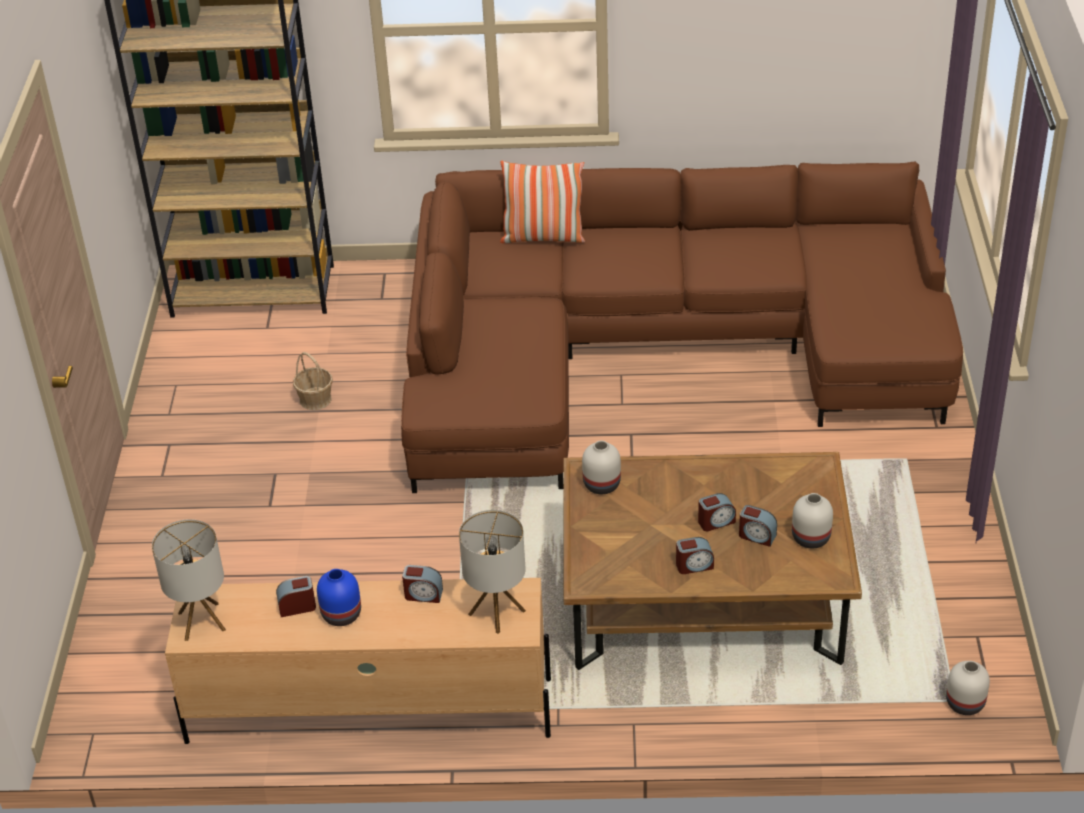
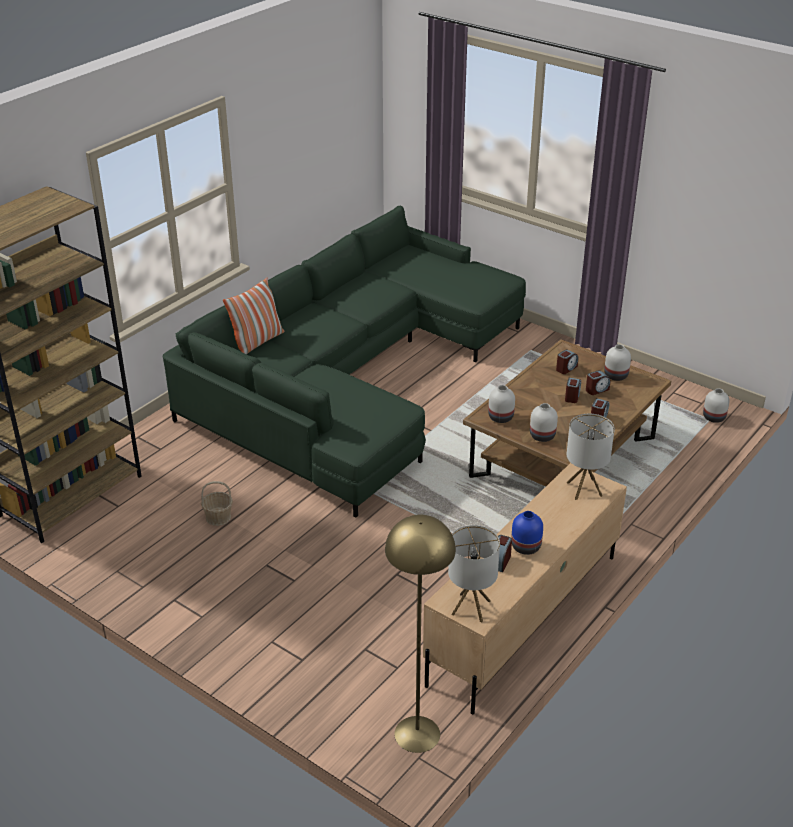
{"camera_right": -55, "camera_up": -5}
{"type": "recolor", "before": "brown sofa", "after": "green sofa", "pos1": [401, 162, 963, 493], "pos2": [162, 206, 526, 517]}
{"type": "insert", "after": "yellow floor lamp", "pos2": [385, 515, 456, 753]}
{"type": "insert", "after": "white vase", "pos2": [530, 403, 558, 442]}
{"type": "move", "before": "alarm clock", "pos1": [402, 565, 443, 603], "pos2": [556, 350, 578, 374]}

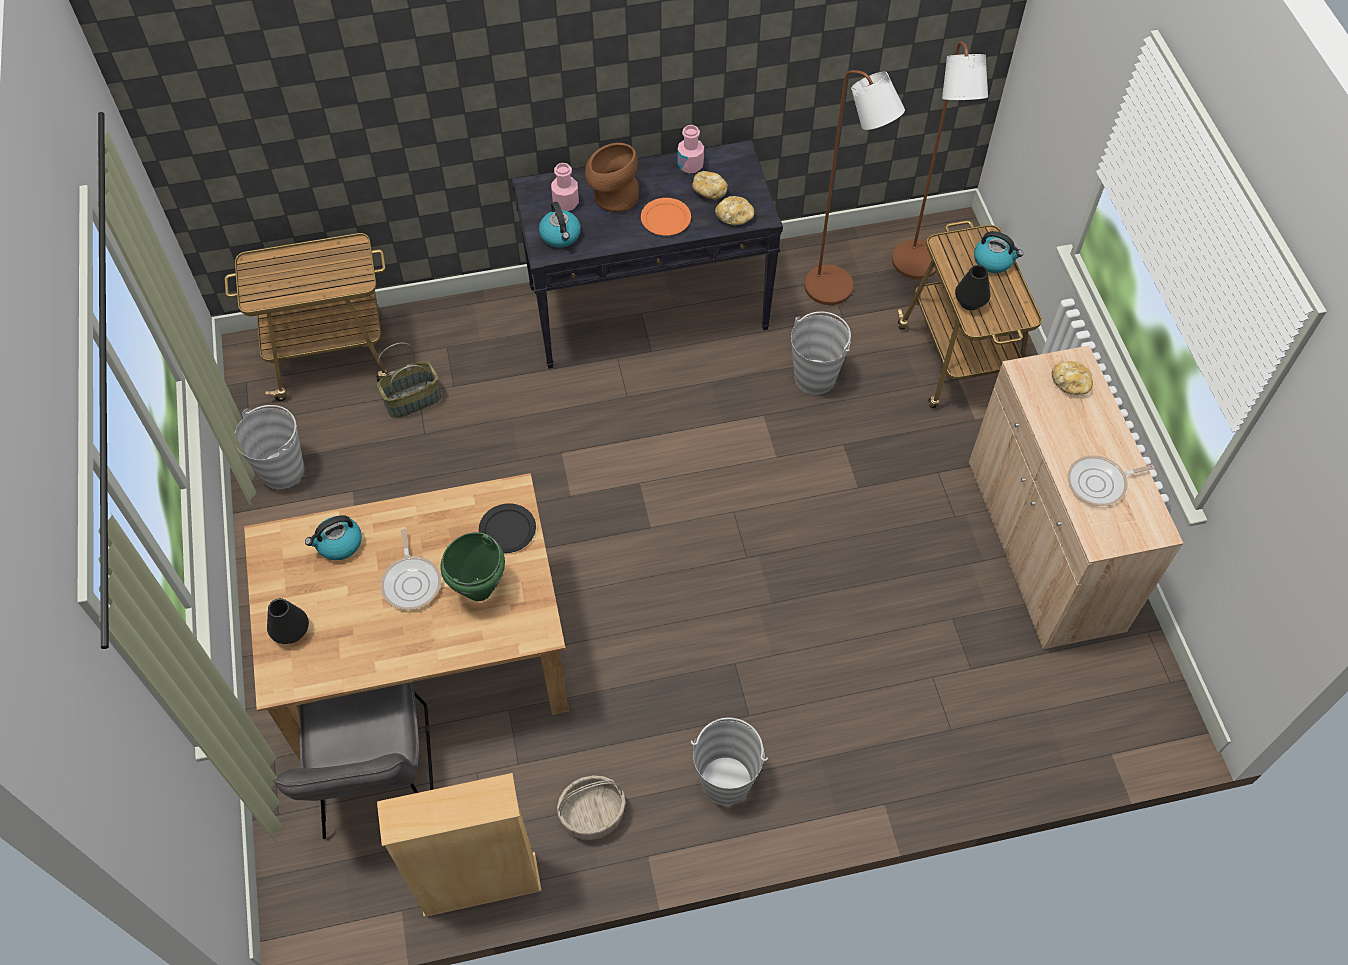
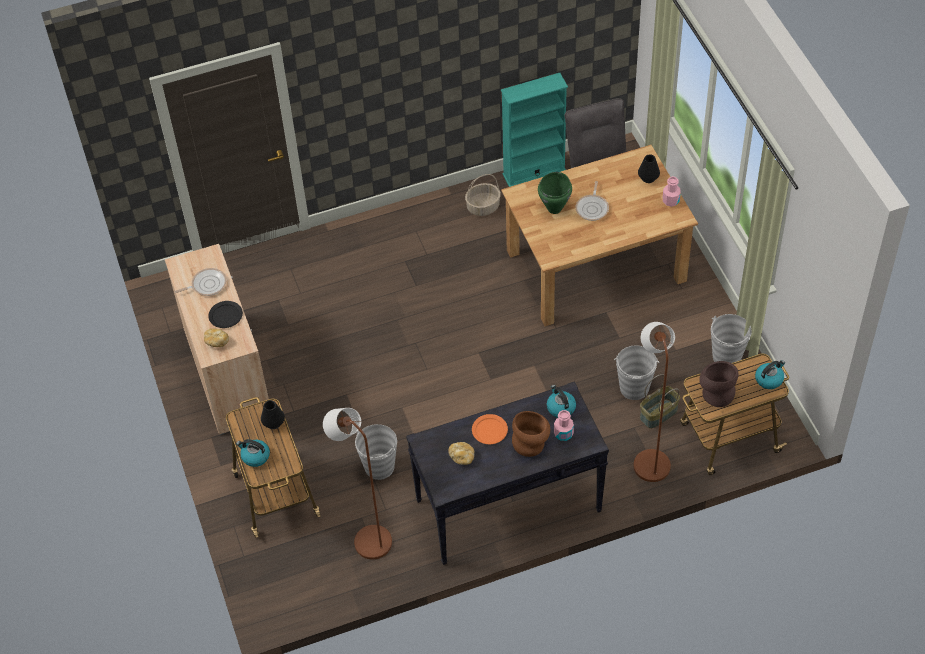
{"camera_right": 175, "camera_up": -5}
{"type": "move", "before": "black plate", "pos1": [479, 503, 536, 553], "pos2": [208, 301, 243, 328]}
{"type": "recolor", "before": "beige bookcase", "after": "turquoise bookcase", "pos1": [377, 773, 542, 917], "pos2": [501, 73, 568, 187]}
{"type": "rotate", "before": "frying pan", "pos1": [381, 529, 441, 610], "pos2": [576, 181, 609, 221], "turn": -150}
{"type": "move", "before": "grey bucket", "pos1": [691, 718, 768, 806], "pos2": [614, 345, 660, 400]}
{"type": "move", "before": "brown floor lamp", "pos1": [892, 41, 988, 279], "pos2": [634, 322, 675, 482]}
{"type": "move", "before": "pink bottle", "pos1": [677, 125, 704, 174], "pos2": [663, 176, 681, 207]}
{"type": "insert", "after": "brown vase", "pos2": [699, 361, 739, 407]}
{"type": "move", "before": "kettle", "pos1": [305, 515, 362, 560], "pos2": [755, 360, 785, 389]}
{"type": "delete", "before": "bread", "pos1": [715, 196, 754, 225]}

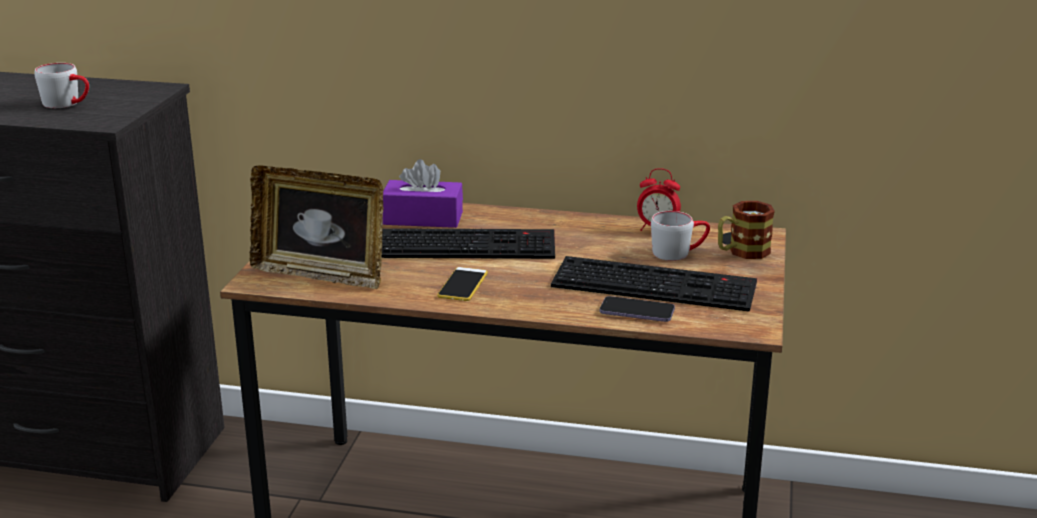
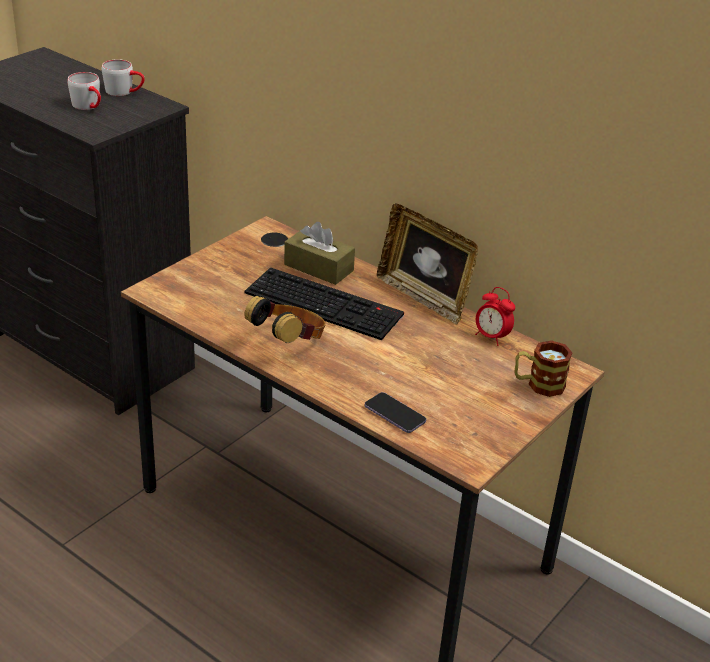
{"camera_right": 25, "camera_up": 10}
{"type": "move", "before": "grey mug", "pos1": [651, 211, 710, 261], "pos2": [102, 59, 145, 96]}
{"type": "replace", "before": "phone", "after": "headphones", "pos1": [437, 267, 488, 301], "pos2": [244, 295, 326, 343]}
{"type": "recolor", "before": "purple tissue box", "after": "brown tissue box", "pos1": [383, 159, 463, 228], "pos2": [284, 222, 355, 285]}
{"type": "move", "before": "picture frame", "pos1": [250, 165, 383, 289], "pos2": [377, 204, 478, 325]}
{"type": "delete", "before": "keyboard", "pos1": [551, 256, 757, 312]}

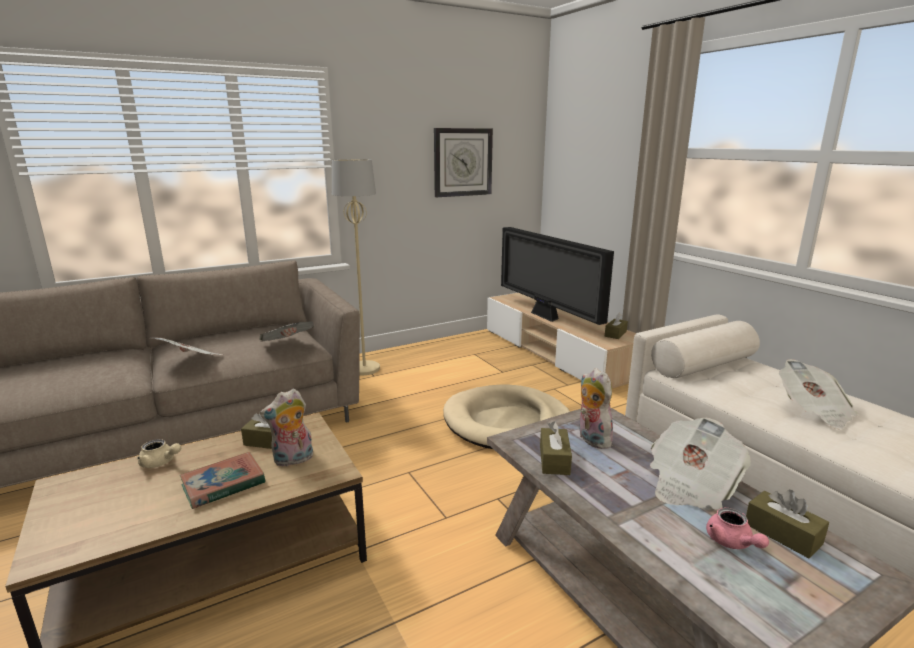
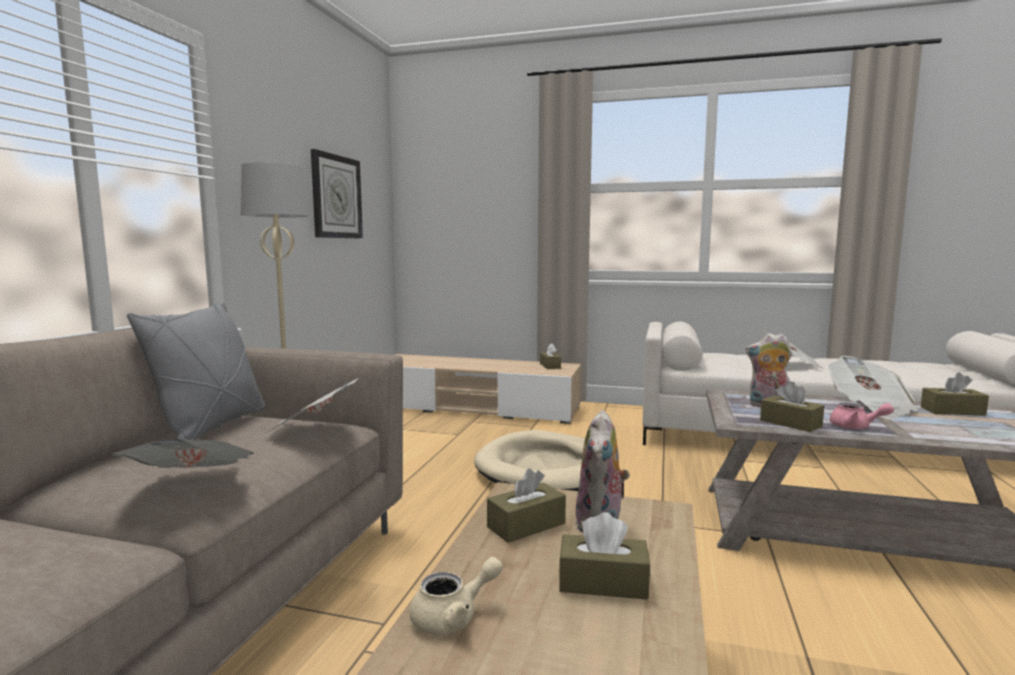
{"camera_right": -45, "camera_up": -10}
{"type": "insert", "after": "grey pillow", "pos2": [127, 303, 265, 440]}
{"type": "replace", "before": "book", "after": "brown tissue box", "pos1": [180, 452, 265, 509], "pos2": [559, 512, 650, 600]}
{"type": "move", "before": "pink teapot", "pos1": [706, 508, 769, 549], "pos2": [830, 403, 894, 429]}
{"type": "delete", "before": "television", "pos1": [501, 227, 614, 325]}

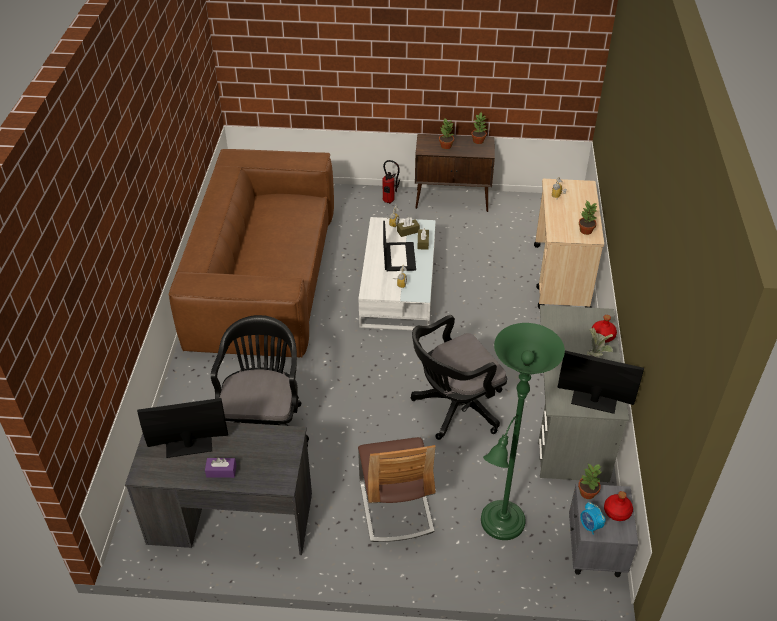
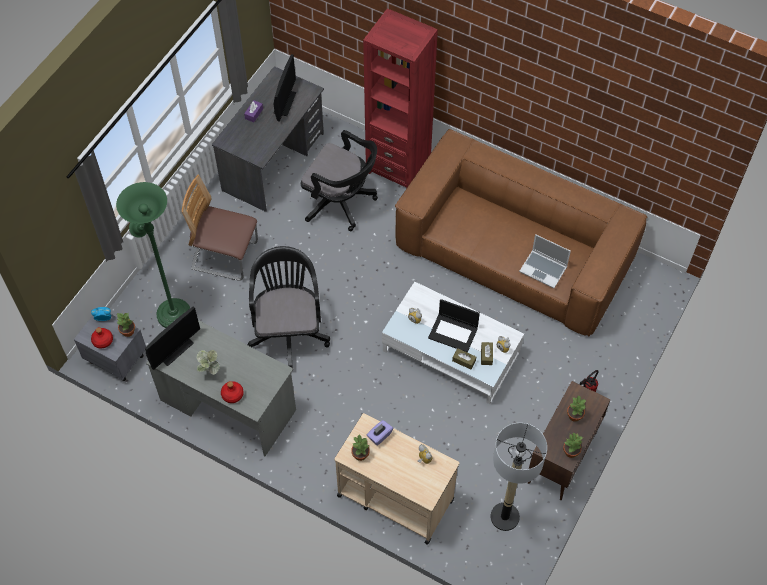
{"camera_right": 115, "camera_up": 15}
{"type": "insert", "after": "red bookcase", "pos2": [363, 8, 438, 189]}
{"type": "insert", "after": "purple tissue box", "pos2": [367, 420, 393, 446]}
{"type": "insert", "after": "floor lamp", "pos2": [491, 423, 547, 531]}
{"type": "insert", "after": "laptop", "pos2": [519, 234, 571, 288]}

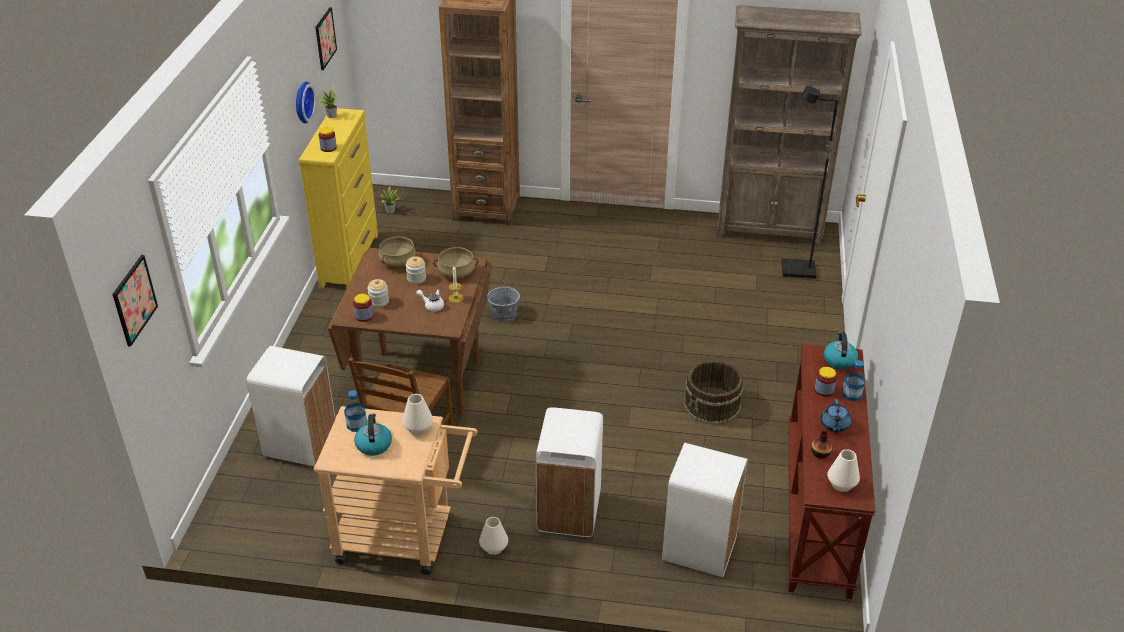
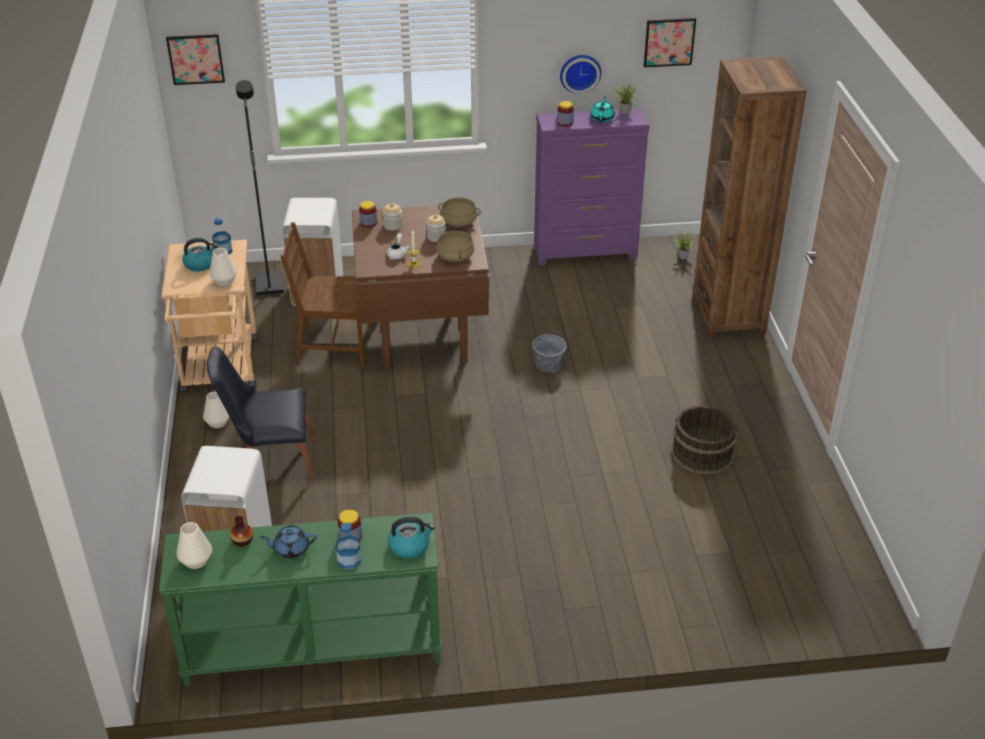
{"camera_right": 75, "camera_up": 0}
{"type": "recolor", "before": "brown console table", "after": "green console table", "pos1": [788, 344, 875, 599], "pos2": [159, 513, 442, 687]}
{"type": "replace", "before": "white trash can", "after": "black chair", "pos1": [536, 407, 603, 537], "pos2": [207, 346, 315, 481]}
{"type": "move", "before": "black floor lamp", "pos1": [781, 86, 839, 279], "pos2": [236, 80, 284, 296]}
{"type": "recolor", "before": "yellow dresser", "after": "purple dresser", "pos1": [299, 108, 378, 288], "pos2": [534, 108, 649, 265]}
{"type": "insert", "after": "turquoise teapot", "pos2": [590, 96, 615, 122]}
{"type": "move", "before": "brown bucket", "pos1": [684, 360, 743, 425], "pos2": [671, 405, 737, 475]}
{"type": "delete", "before": "brown bookcase", "pos1": [717, 5, 862, 246]}

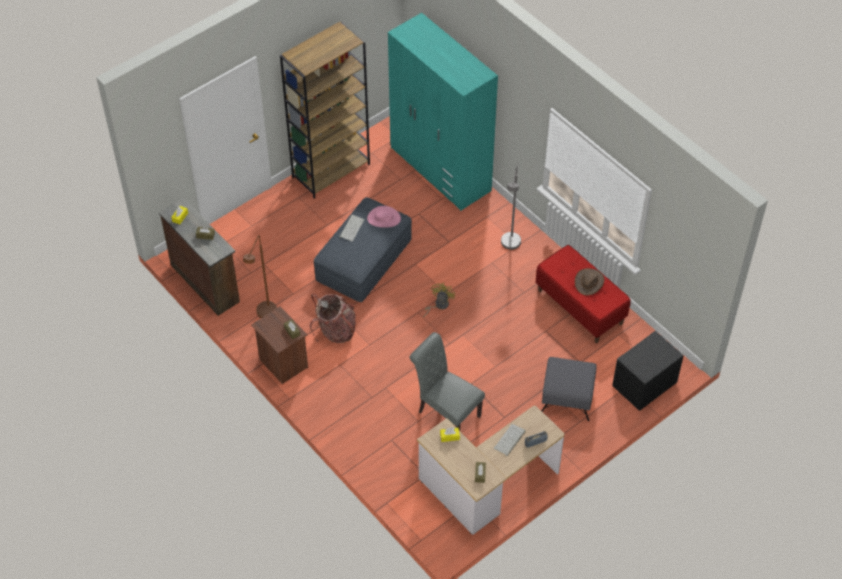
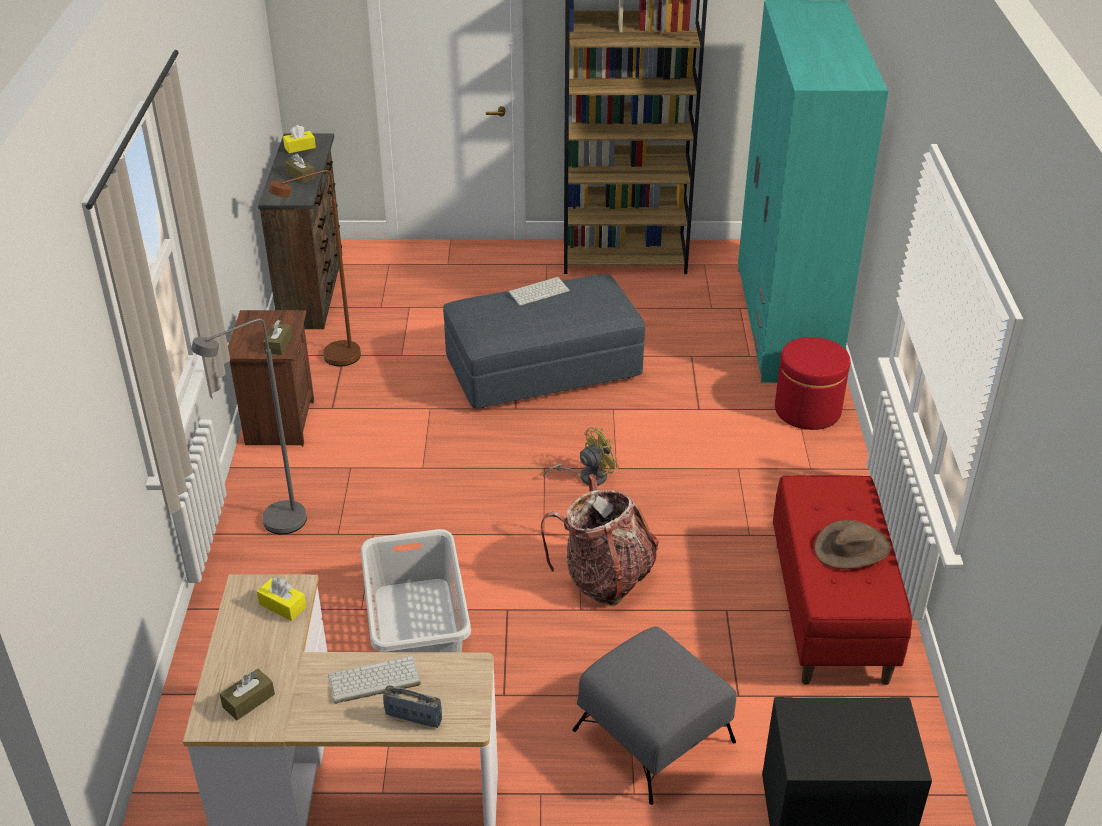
{"camera_right": 40, "camera_up": -15}
{"type": "move", "before": "grey floor lamp", "pos1": [501, 164, 521, 250], "pos2": [191, 319, 307, 535]}
{"type": "replace", "before": "grey chair", "after": "grey laundry basket", "pos1": [409, 332, 485, 431], "pos2": [361, 529, 471, 652]}
{"type": "move", "before": "backpack", "pos1": [310, 293, 356, 343], "pos2": [541, 474, 659, 605]}
{"type": "insert", "after": "red ottoman", "pos2": [775, 337, 850, 430]}
{"type": "delete", "before": "pink hat", "pos1": [367, 206, 401, 228]}

